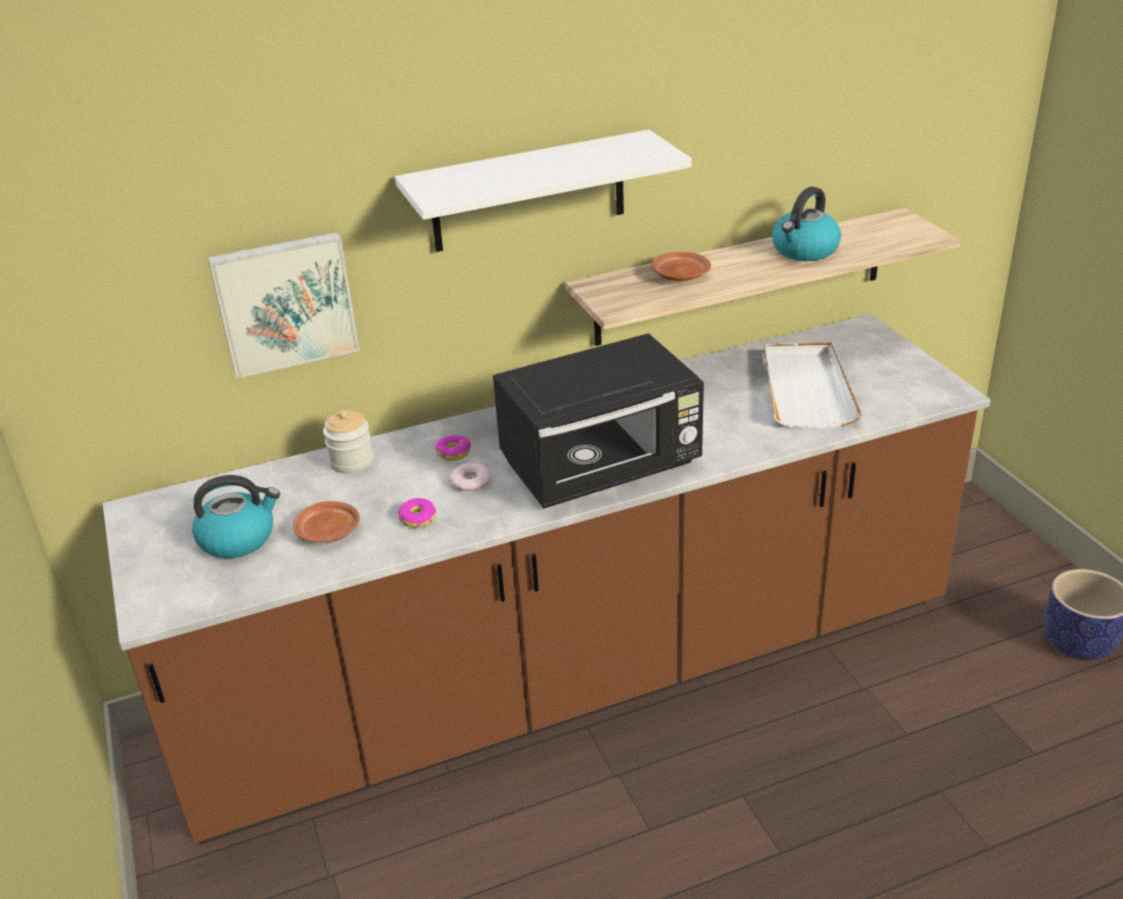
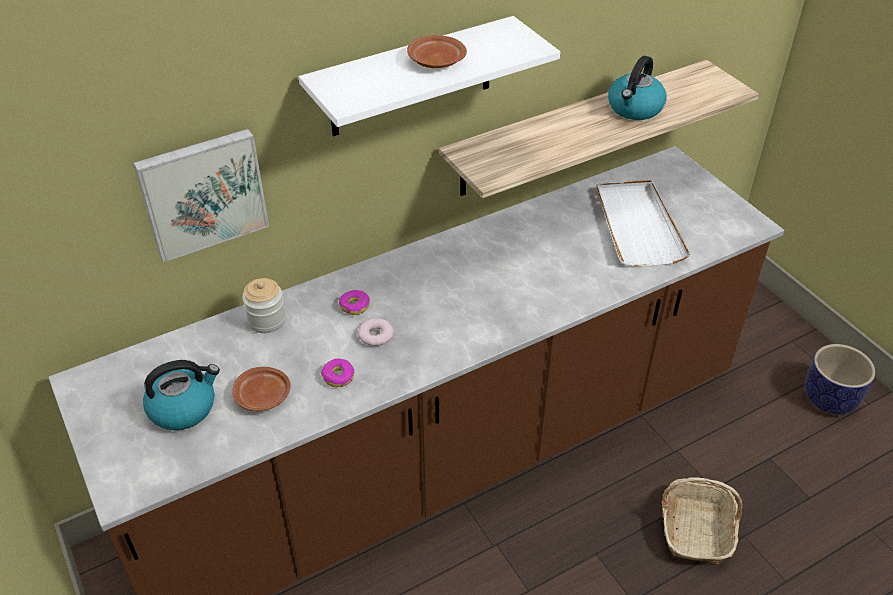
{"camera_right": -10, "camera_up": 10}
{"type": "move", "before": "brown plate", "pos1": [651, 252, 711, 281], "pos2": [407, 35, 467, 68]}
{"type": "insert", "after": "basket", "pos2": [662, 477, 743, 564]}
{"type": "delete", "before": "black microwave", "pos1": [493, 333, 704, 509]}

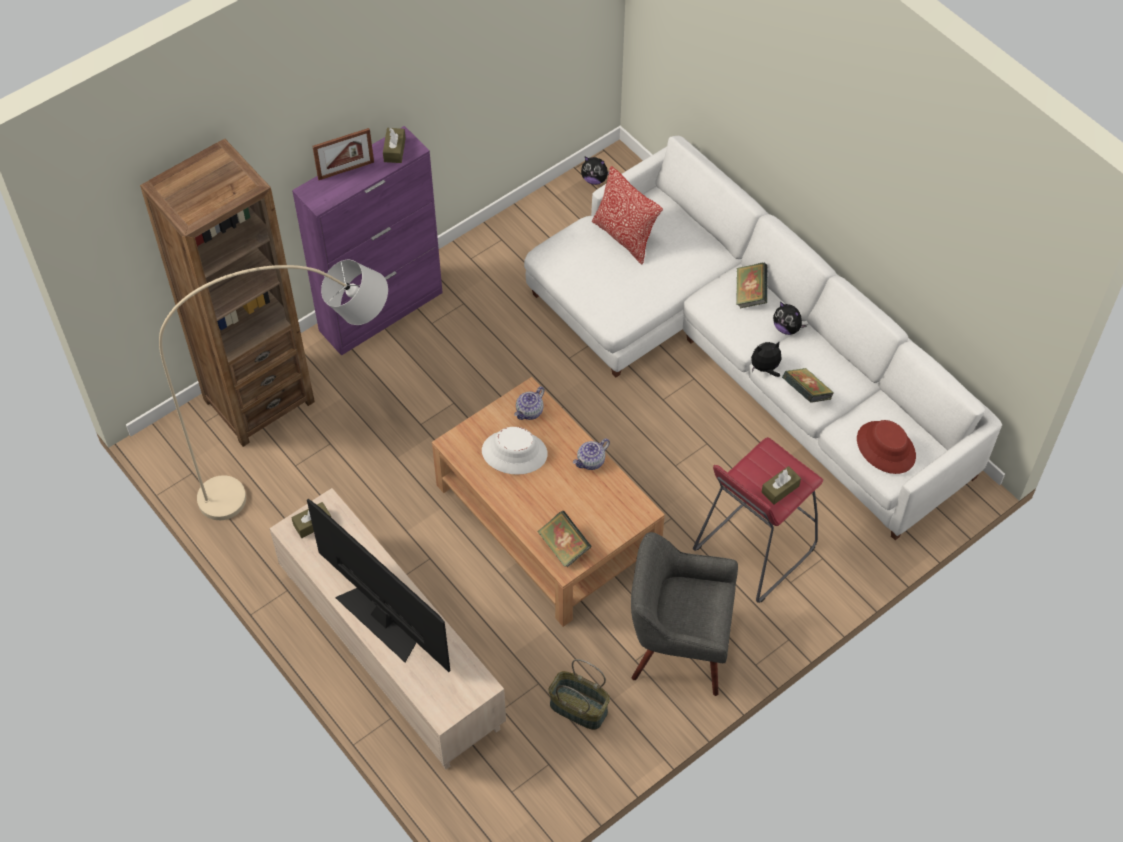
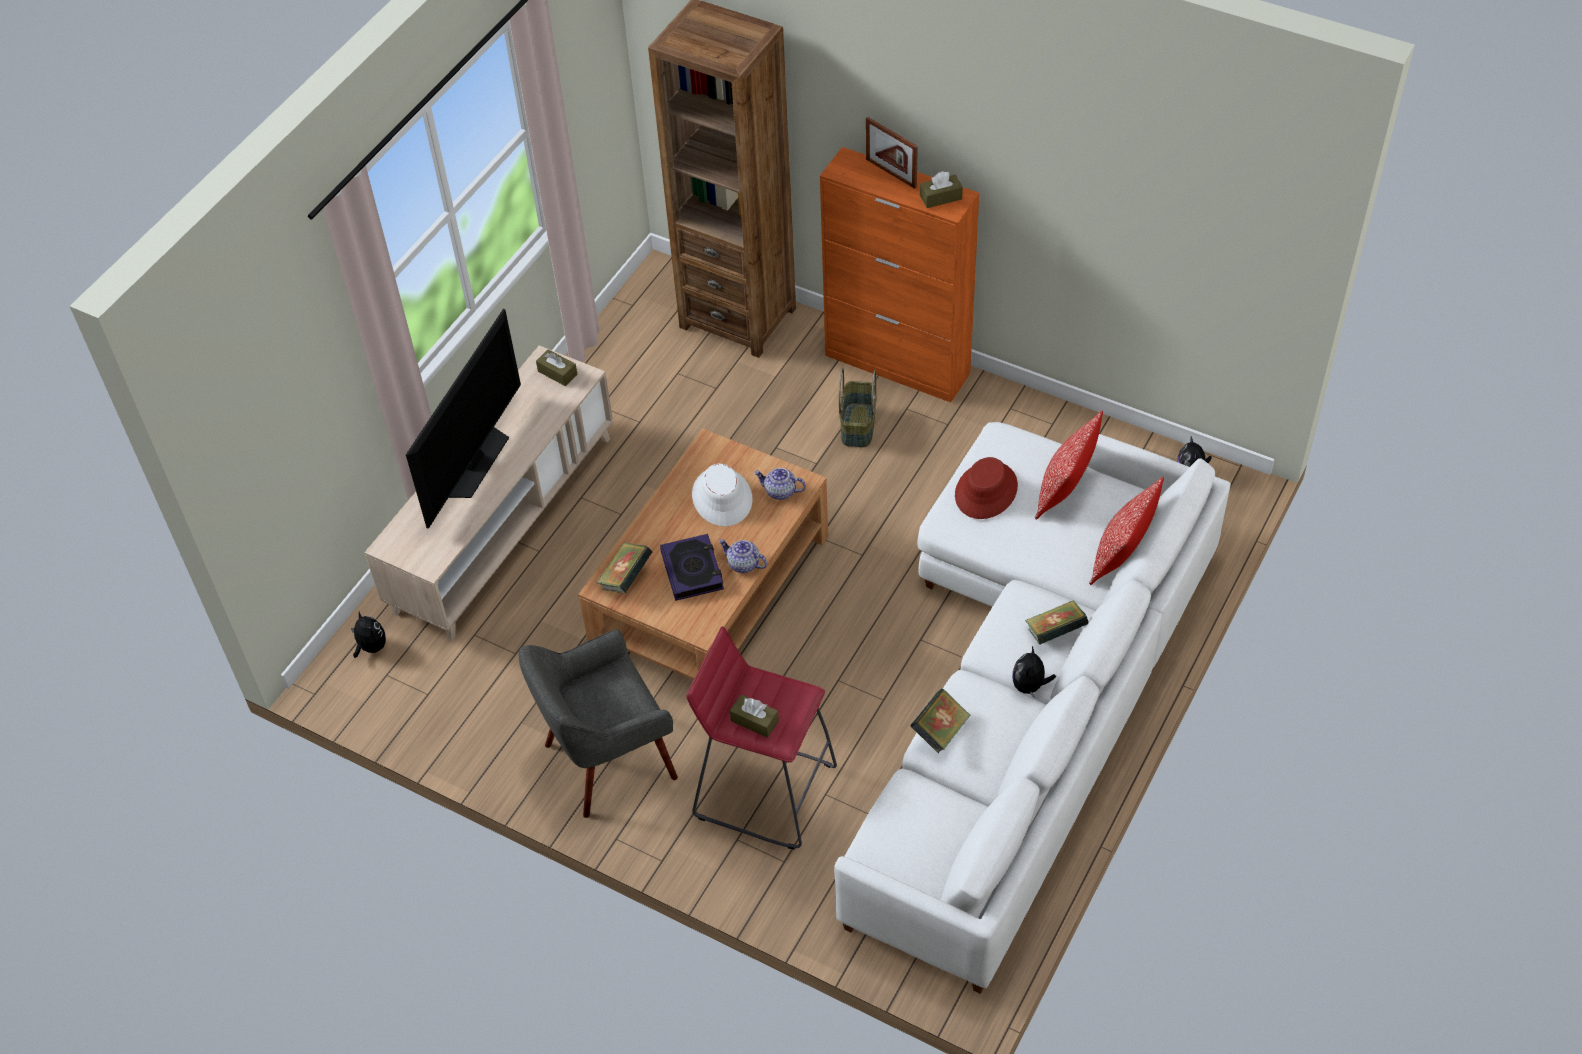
{"camera_right": 70, "camera_up": -5}
{"type": "move", "before": "plush toy", "pos1": [751, 342, 781, 377], "pos2": [351, 611, 386, 658]}
{"type": "rotate", "before": "grey armchair", "pos1": [631, 532, 738, 696], "pos2": [519, 629, 678, 818], "turn": -105}
{"type": "insert", "after": "book", "pos2": [660, 534, 724, 601]}
{"type": "recolor", "before": "purple cabinet", "after": "orange cabinet", "pos1": [292, 126, 443, 356], "pos2": [820, 147, 979, 403]}
{"type": "move", "before": "basket", "pos1": [548, 659, 610, 730], "pos2": [839, 368, 877, 447]}
{"type": "move", "before": "red hat", "pos1": [857, 420, 916, 474], "pos2": [955, 457, 1018, 519]}
{"type": "insert", "after": "pillow", "pos2": [1089, 477, 1164, 585]}
{"type": "delete", "before": "beige floor lamp", "pos1": [159, 260, 388, 520]}

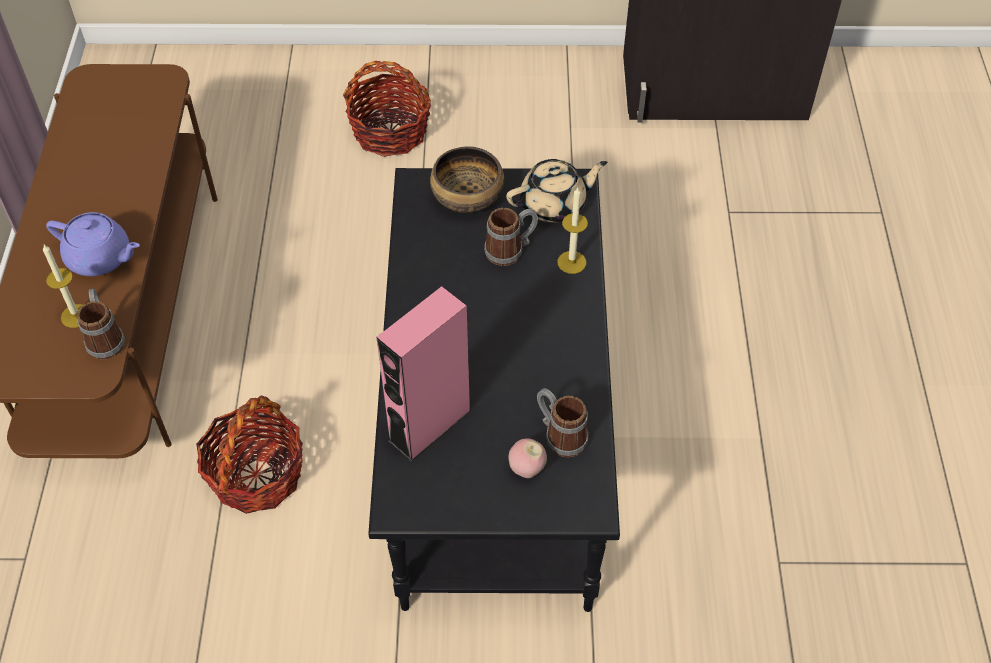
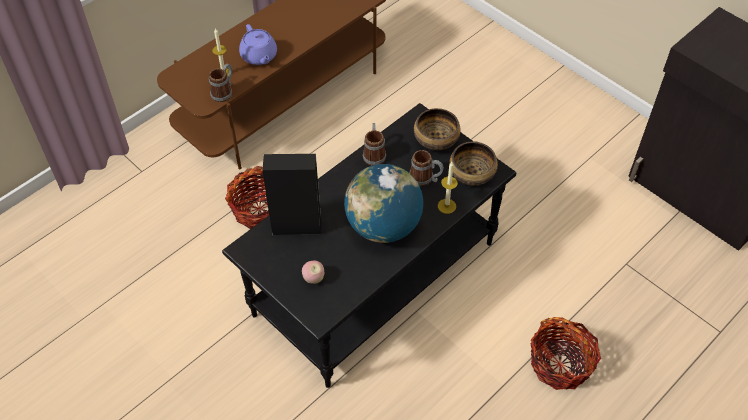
{"camera_right": 45, "camera_up": 0}
{"type": "recolor", "before": "pink speaker", "after": "black speaker", "pos1": [376, 286, 471, 462], "pos2": [263, 154, 322, 236]}
{"type": "insert", "after": "globe", "pos2": [344, 164, 423, 243]}
{"type": "move", "before": "mug", "pos1": [537, 388, 589, 457], "pos2": [363, 123, 386, 166]}
{"type": "replace", "before": "beige teapot", "after": "bowl", "pos1": [506, 159, 607, 222], "pos2": [449, 142, 498, 186]}
{"type": "move", "before": "basket", "pos1": [343, 61, 431, 157], "pos2": [531, 317, 601, 390]}

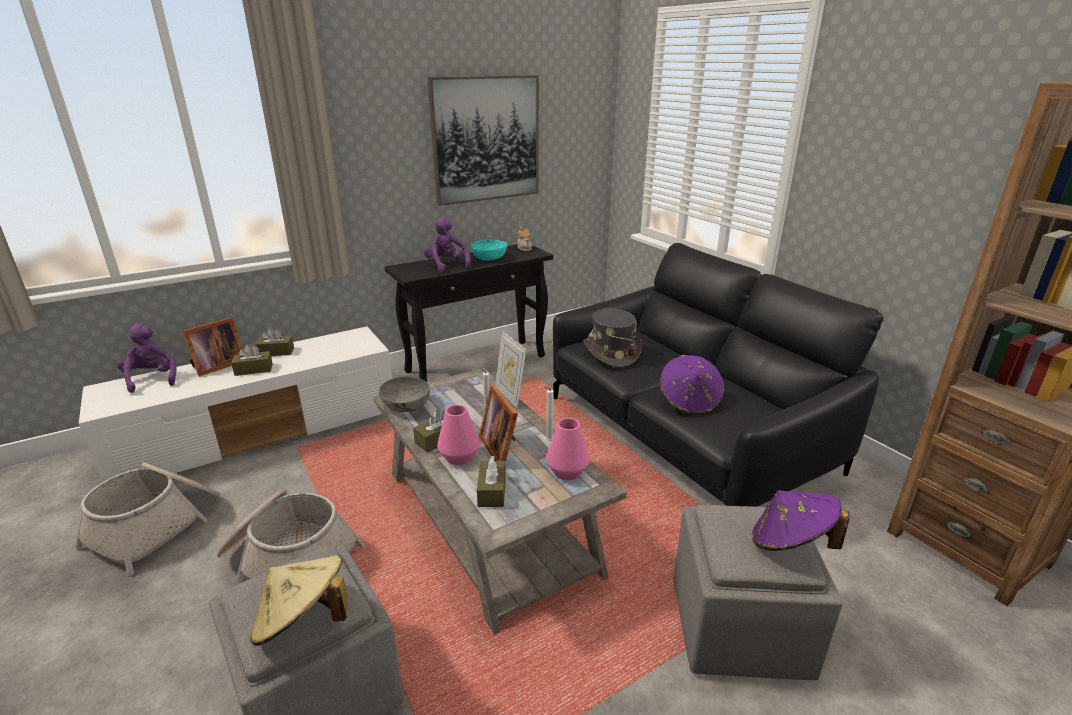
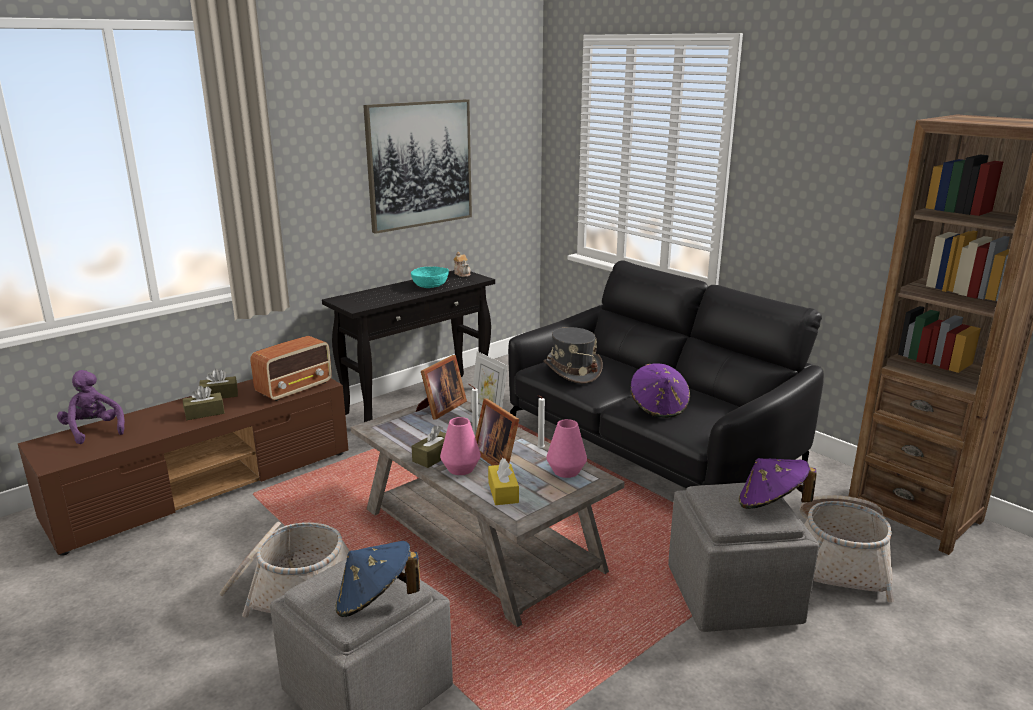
{"camera_right": -10, "camera_up": -5}
{"type": "recolor", "before": "white tv stand", "after": "brown tv stand", "pos1": [79, 327, 392, 482], "pos2": [18, 378, 348, 556]}
{"type": "insert", "after": "radio", "pos2": [250, 336, 332, 401]}
{"type": "recolor", "before": "beige hat", "after": "blue hat", "pos1": [250, 555, 347, 646], "pos2": [335, 541, 420, 617]}
{"type": "move", "before": "picture frame", "pos1": [182, 318, 243, 376], "pos2": [416, 355, 467, 419]}
{"type": "recolor", "before": "brown tissue box", "after": "yellow tissue box", "pos1": [477, 456, 506, 507], "pos2": [488, 458, 519, 505]}
{"type": "move", "before": "basket", "pos1": [76, 462, 221, 576], "pos2": [800, 495, 894, 603]}
{"type": "delete", "before": "grey bowl", "pos1": [379, 376, 430, 412]}
{"type": "delete", "before": "purple plush toy", "pos1": [424, 217, 471, 272]}

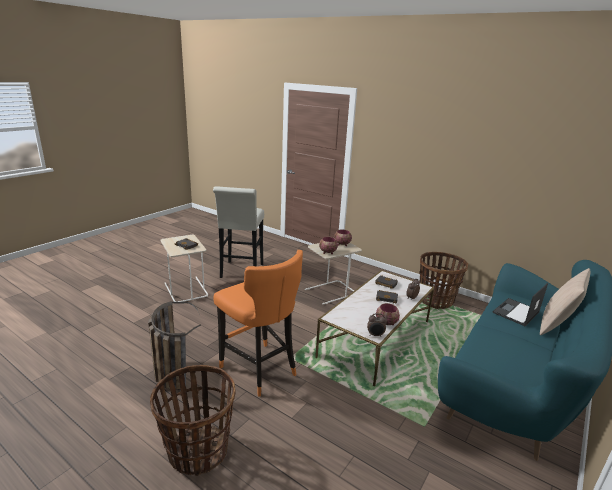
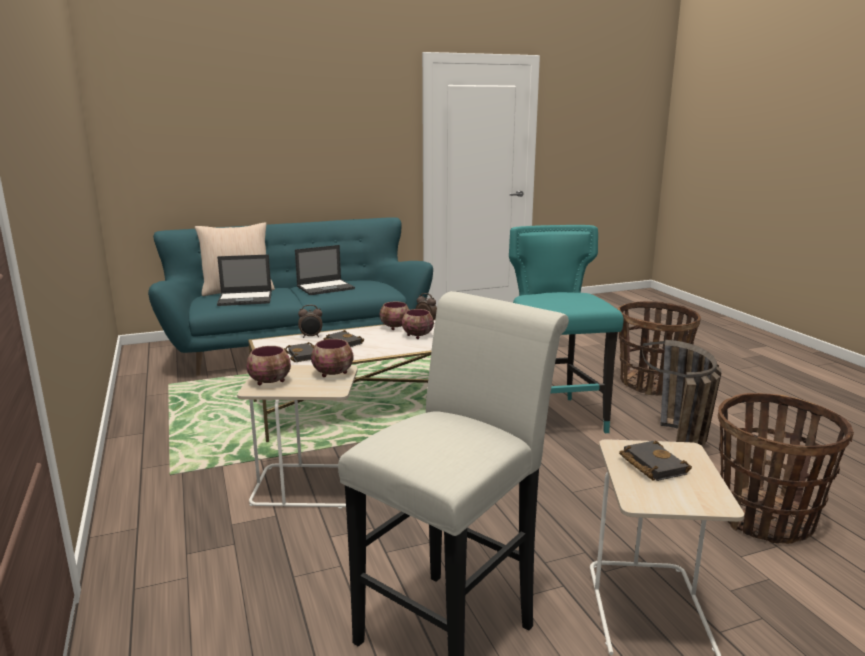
{"camera_right": -145, "camera_up": -5}
{"type": "insert", "after": "laptop", "pos2": [295, 245, 355, 295]}
{"type": "insert", "after": "bowl", "pos2": [402, 309, 434, 339]}
{"type": "recolor", "before": "orange stool", "after": "turquoise stool", "pos1": [213, 250, 303, 397], "pos2": [509, 225, 624, 433]}
{"type": "move", "before": "basket", "pos1": [419, 252, 468, 309], "pos2": [718, 393, 854, 544]}

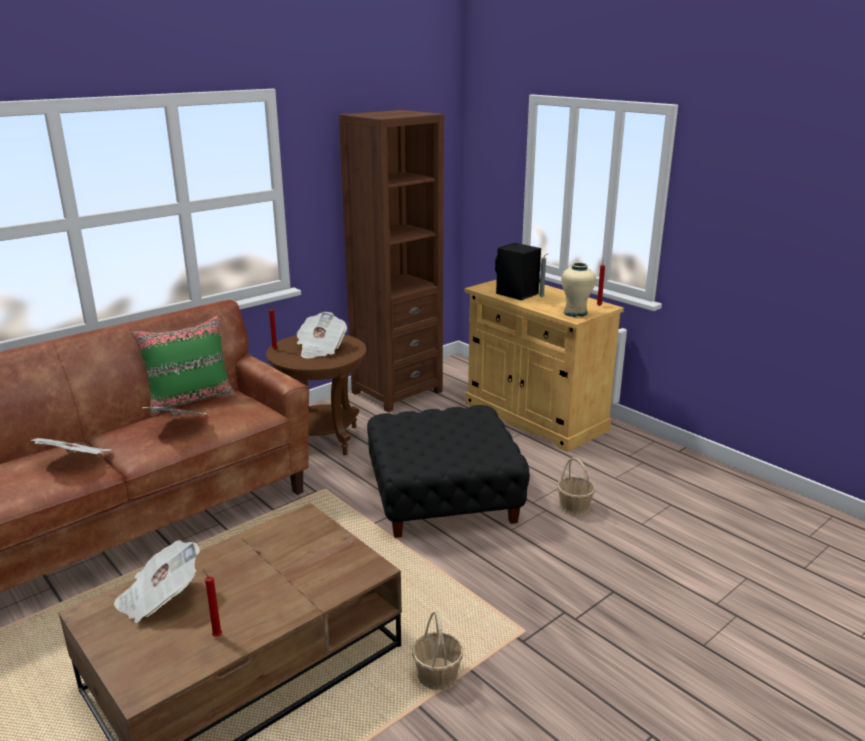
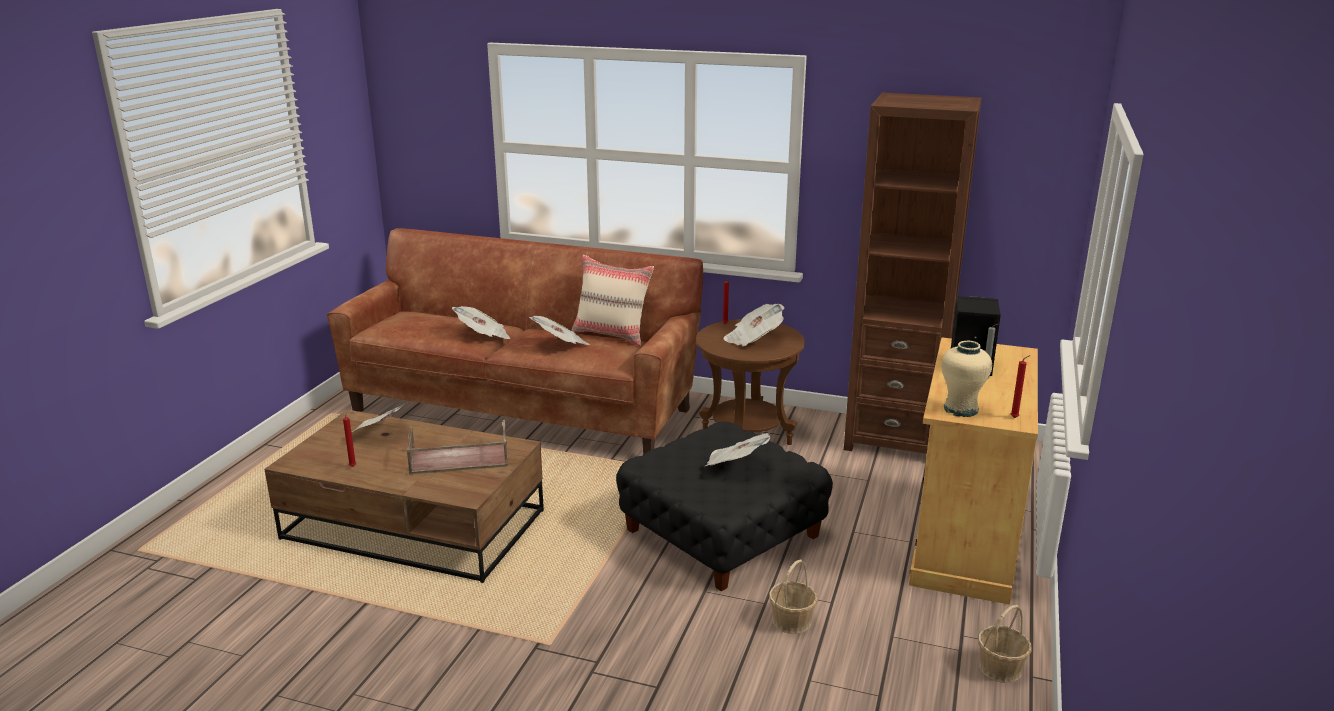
{"camera_right": 60, "camera_up": 0}
{"type": "insert", "after": "brown tray", "pos2": [406, 420, 508, 474]}
{"type": "recolor", "before": "green pillow", "after": "beige pillow", "pos1": [132, 315, 237, 417], "pos2": [571, 255, 654, 346]}
{"type": "insert", "after": "newspaper", "pos2": [704, 433, 771, 467]}
{"type": "move", "before": "basket", "pos1": [412, 611, 463, 692], "pos2": [978, 605, 1032, 683]}

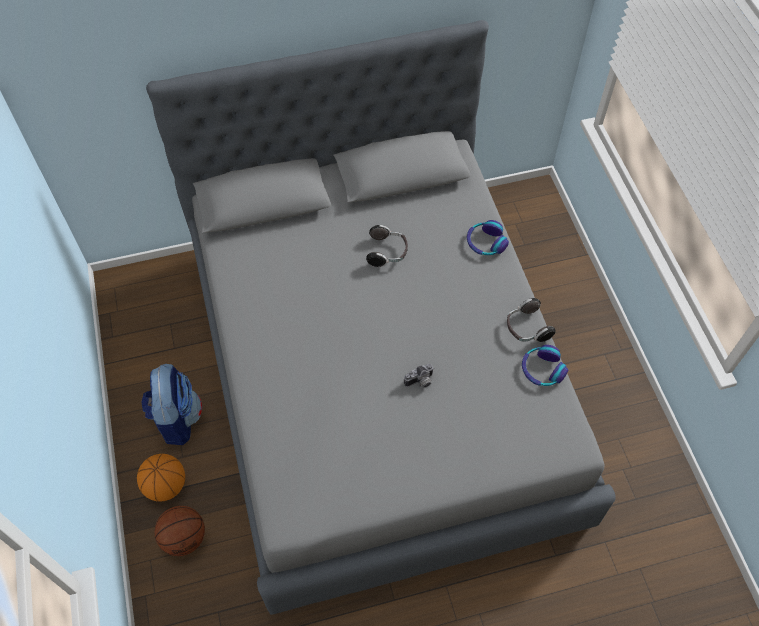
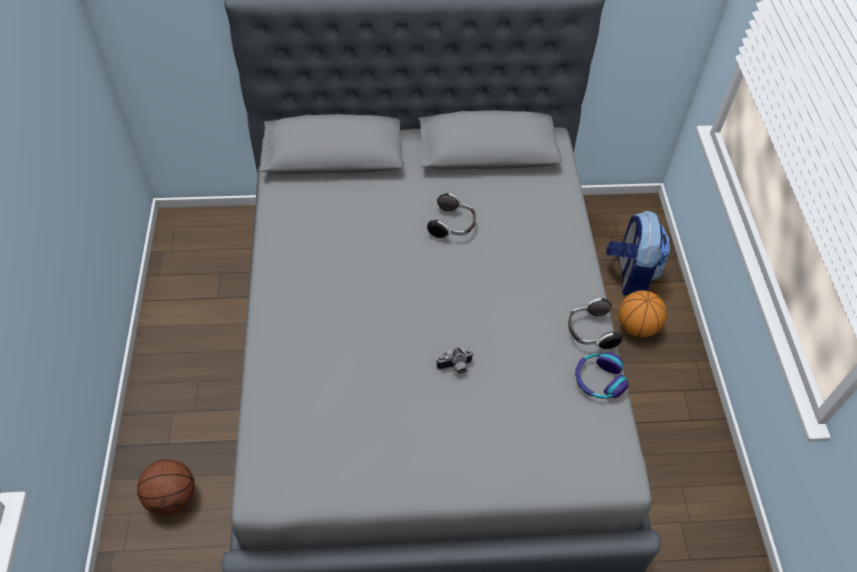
{"camera_right": 10, "camera_up": -5}
{"type": "move", "before": "backpack", "pos1": [141, 364, 202, 445], "pos2": [606, 211, 670, 296]}
{"type": "move", "before": "basketball", "pos1": [137, 454, 185, 502], "pos2": [619, 290, 667, 337]}
{"type": "delete", "before": "headphones", "pos1": [467, 220, 509, 255]}

